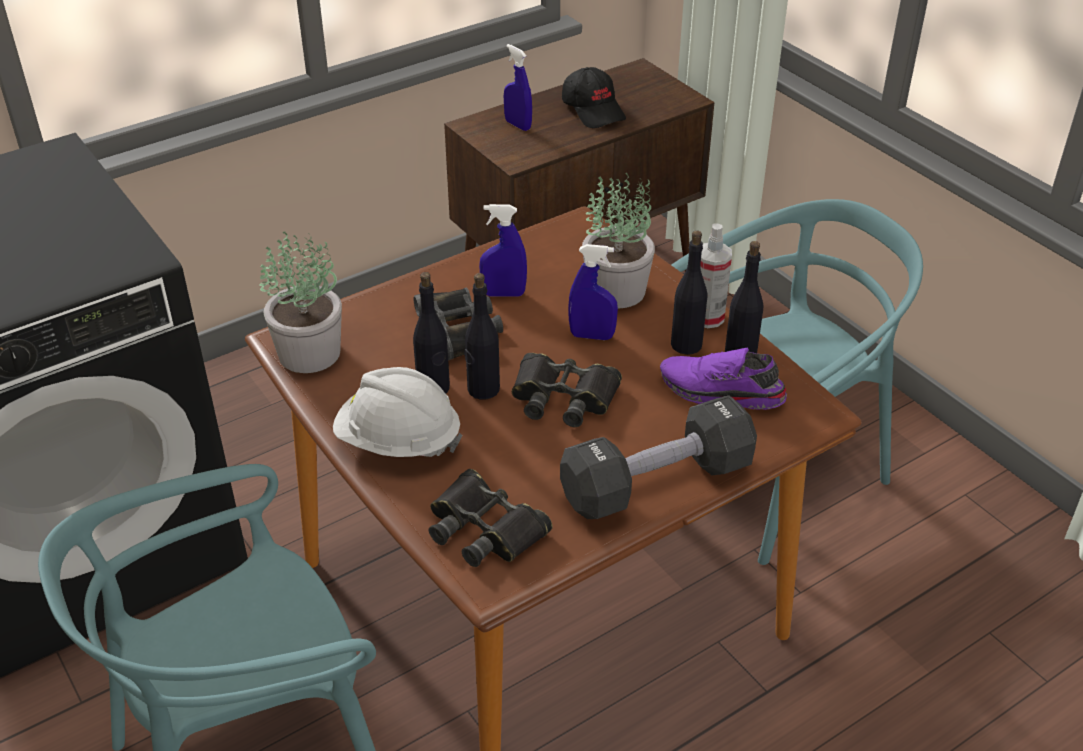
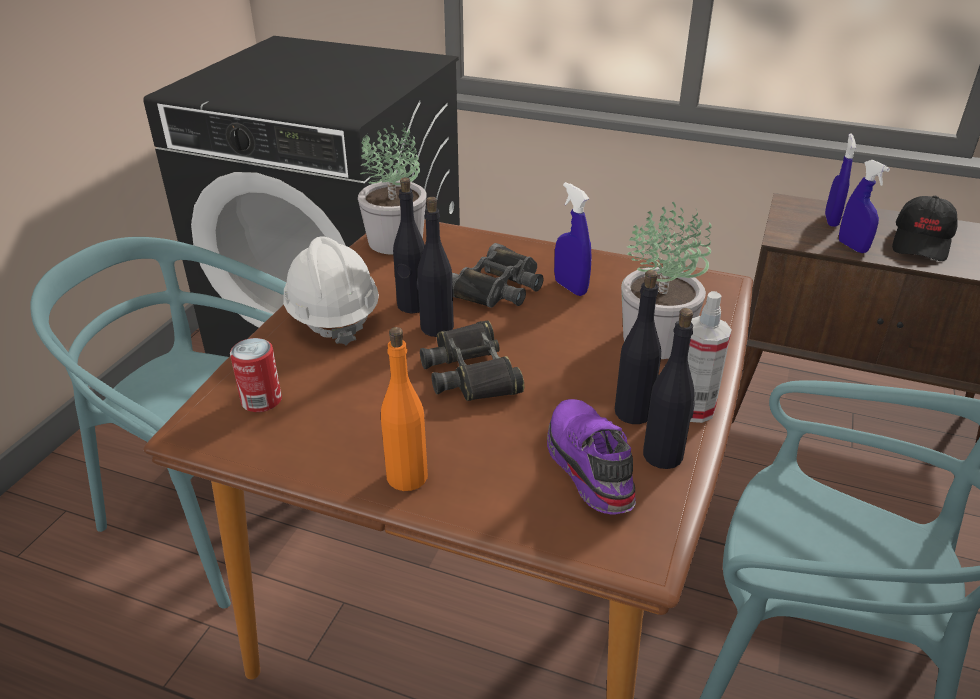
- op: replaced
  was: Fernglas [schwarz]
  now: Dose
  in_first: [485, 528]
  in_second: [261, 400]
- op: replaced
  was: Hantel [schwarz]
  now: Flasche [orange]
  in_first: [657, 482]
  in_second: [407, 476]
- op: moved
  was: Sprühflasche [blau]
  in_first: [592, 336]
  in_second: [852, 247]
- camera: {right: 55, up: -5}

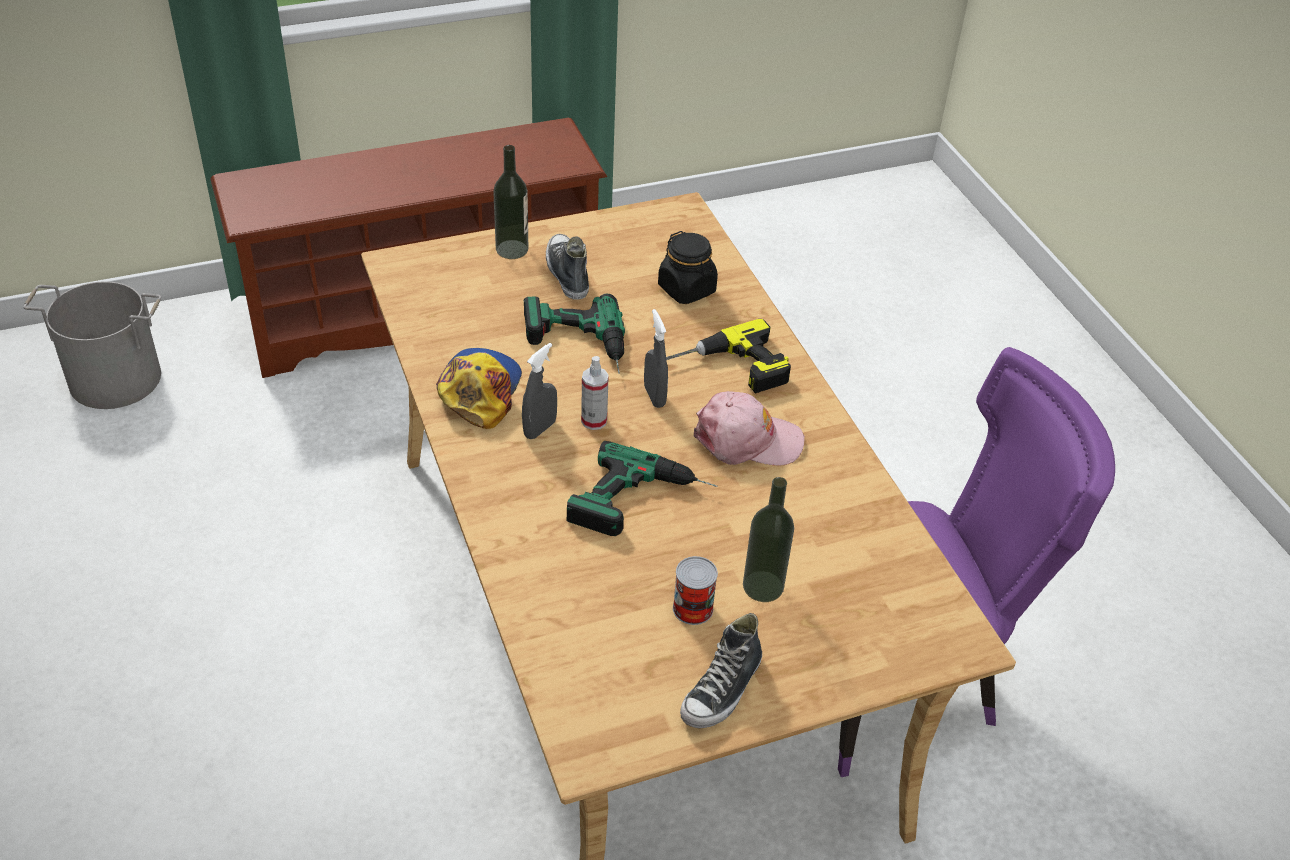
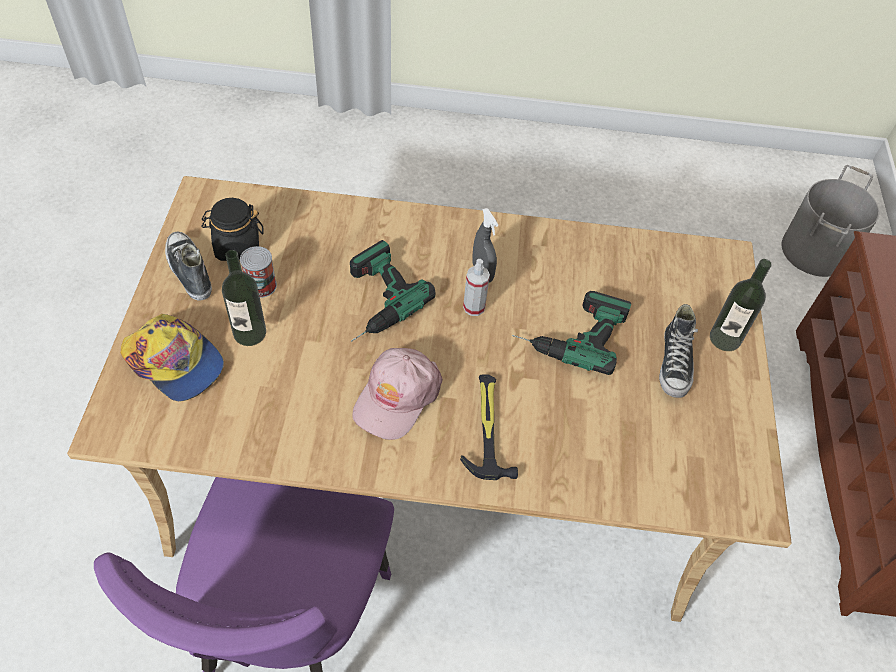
- op: moved
  was: Kappe
  in_first: [479, 390]
  in_second: [175, 362]
- op: moved
  was: Vorratsglas [schwarz]
  in_first: [687, 289]
  in_second: [237, 246]
- op: replaced
  was: Bohrmaschine
  now: Hammer
  in_first: [729, 370]
  in_second: [487, 427]
- op: turned
  was: Schuh
  in_first: [567, 273]
  in_second: [674, 364]
  clockwise: 90
- op: removed
  was: Sprühflasche [grau]
  in_first: [654, 396]
- camera: {right: 115, up: 10}

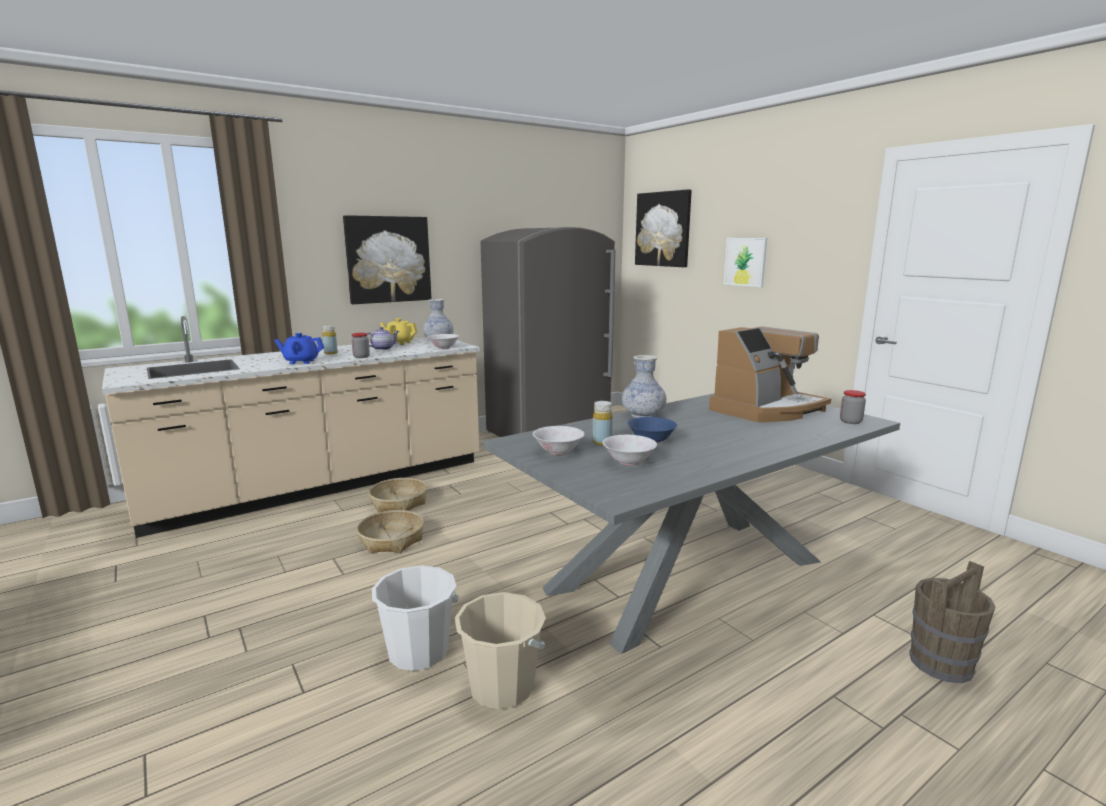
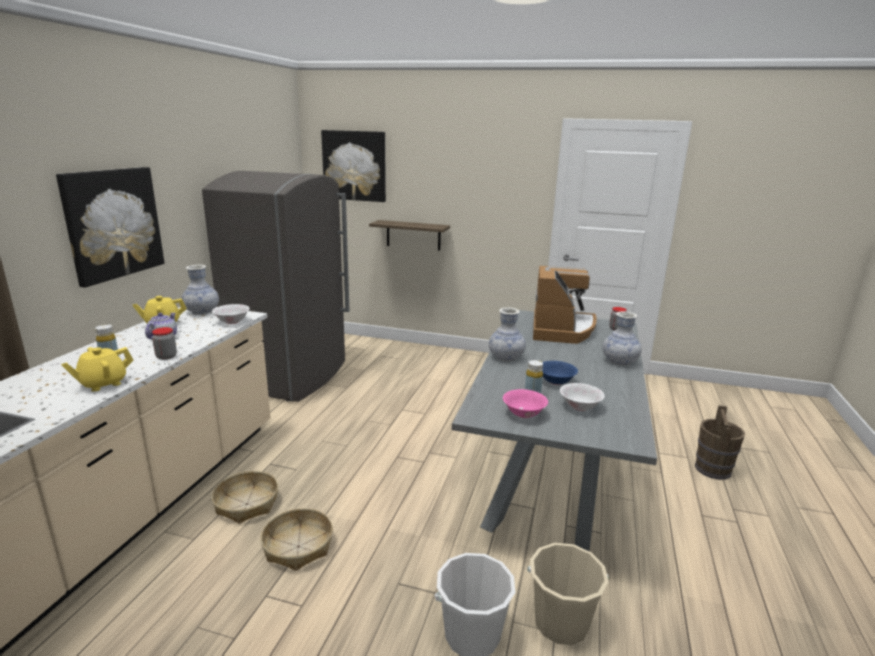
- op: recoloured
  was: Teekanne [blau]
  now: Teekanne [gelb]
  in_first: [301, 362]
  in_second: [103, 383]
- op: added
  now: Wandregal
  in_second: [413, 235]
- op: recoloured
  was: Schüssel [weiß]
  now: Schüssel [rosa]
  in_first: [558, 451]
  in_second: [524, 414]
- op: added
  now: Vase
  in_second: [619, 361]
- op: removed
  was: Bild
  in_first: [745, 261]
- camera: {right: -40, up: 5}

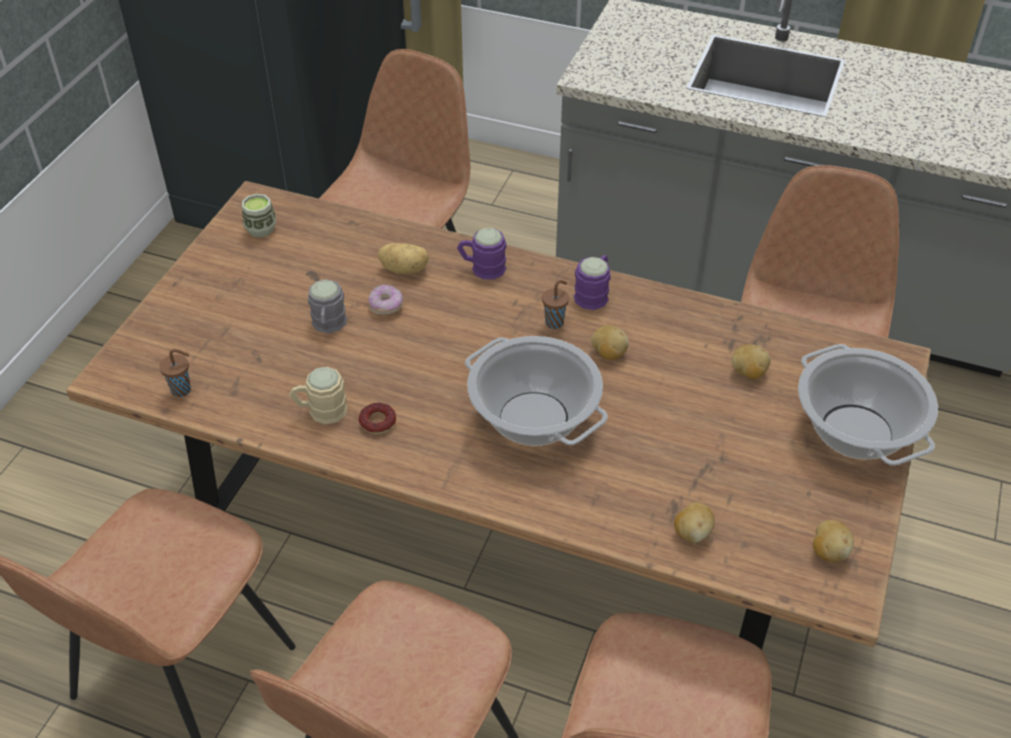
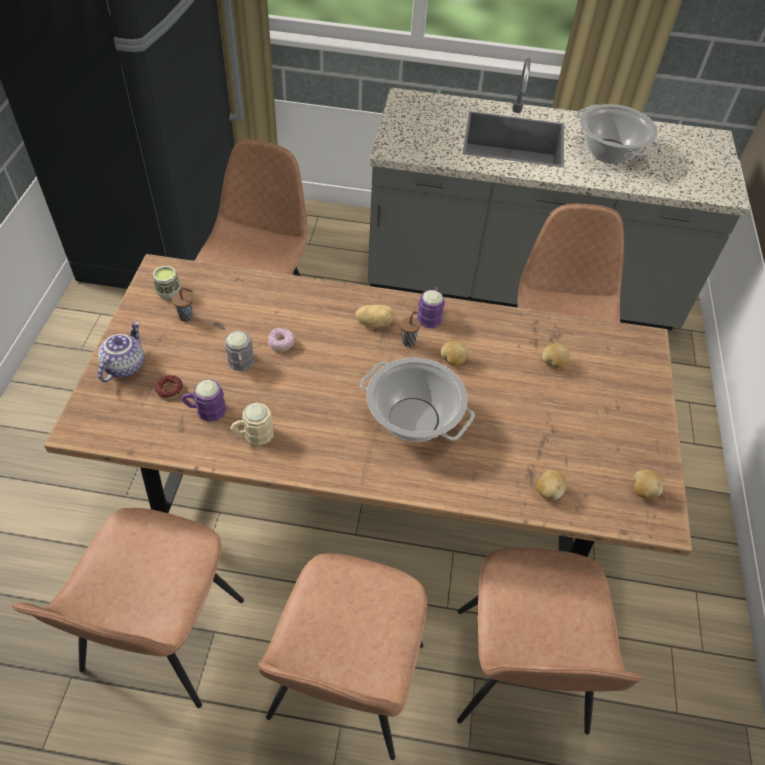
- op: added
  now: Teekanne
  in_second: [124, 366]
- op: moved
  was: Donut
  in_first: [377, 422]
  in_second: [169, 389]
- op: moved
  was: Tasse [braun]
  in_first: [182, 390]
  in_second: [187, 317]
- op: moved
  was: Henkelbecher [lila]
  in_first: [482, 268]
  in_second: [205, 410]
- op: moved
  was: Kartoffel
  in_first: [405, 269]
  in_second: [374, 323]
- op: moved
  was: Kochtopf
  in_first: [855, 431]
  in_second: [609, 151]
- camera: {right: -15, up: 5}

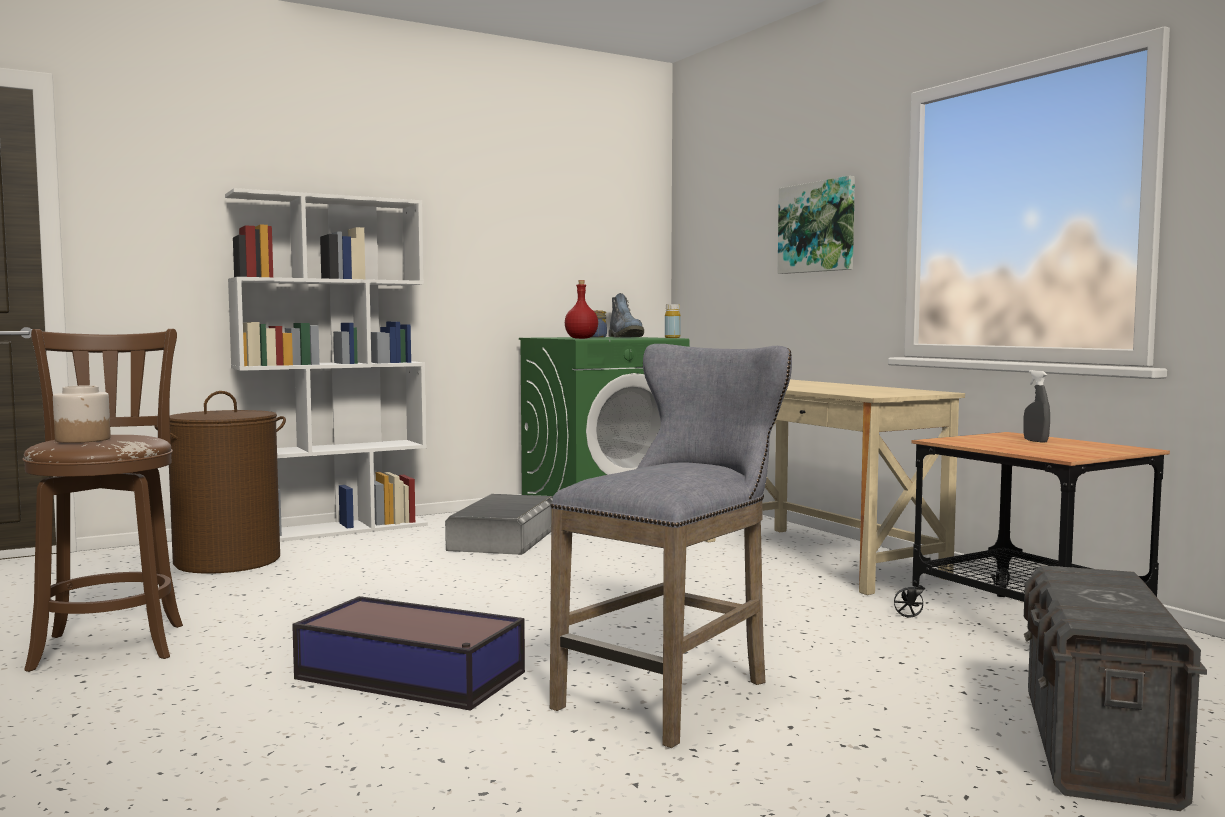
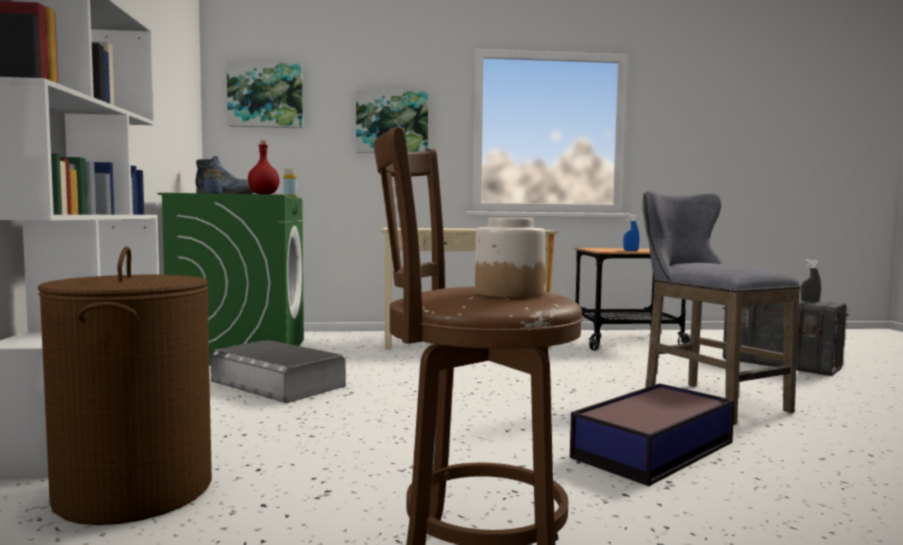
- op: added
  now: Bild
  in_second: [265, 95]
- op: added
  now: Sprühflasche [blau]
  in_second: [630, 250]
- op: moved
  was: Sprühflasche [grau]
  in_first: [1035, 441]
  in_second: [809, 301]
- camera: {right: -65, up: 0}

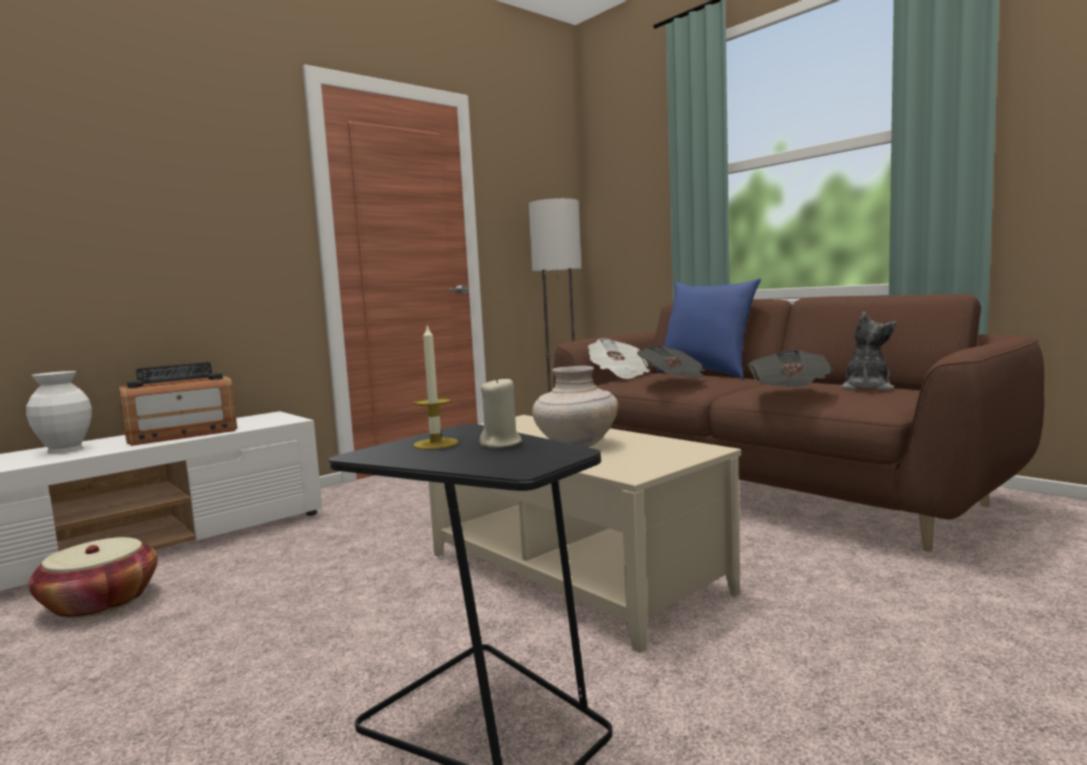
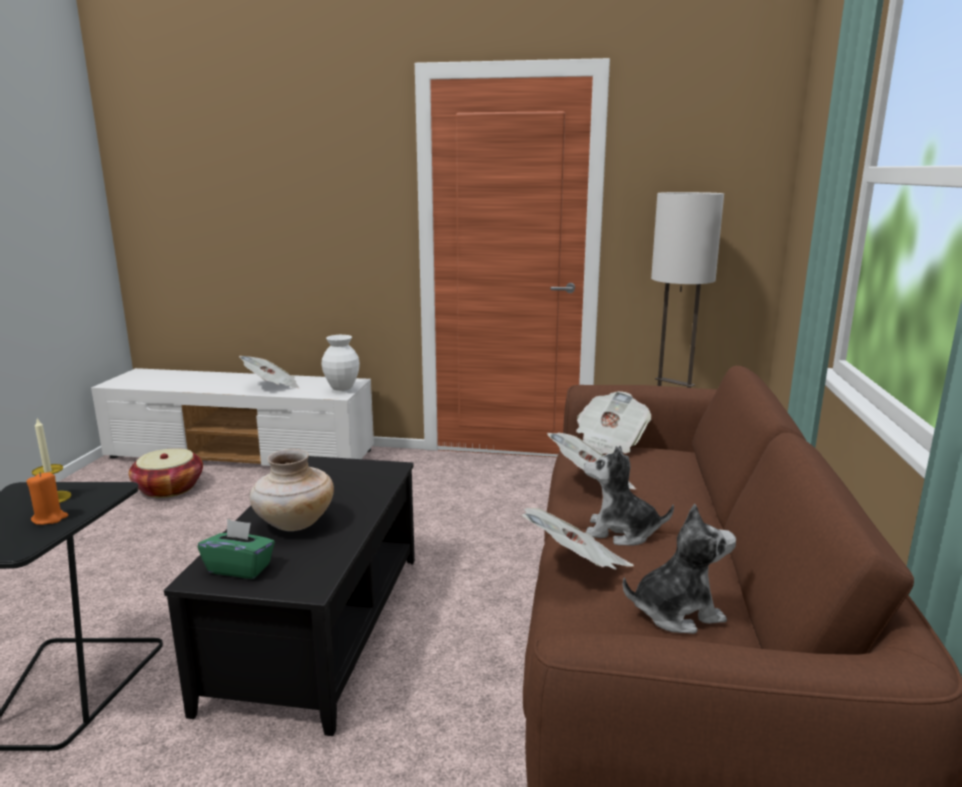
- op: recoloured
  was: Kerze [beige]
  now: Kerze [orange]
  in_first: [501, 444]
  in_second: [49, 518]
- op: recoloured
  was: Couchtisch [beige]
  now: Couchtisch [schwarz]
  in_first: [574, 571]
  in_second: [321, 627]
- op: added
  now: Taschentuchbox [grün]
  in_second: [240, 568]
- op: replaced
  was: Radio
  now: Zeitung
  in_first: [182, 434]
  in_second: [272, 386]
- op: moved
  was: Vase [weiß]
  in_first: [64, 449]
  in_second: [342, 390]
- op: added
  now: Plüschtier
  in_second: [621, 532]
- op: removed
  was: Kissen [blau]
  in_first: [707, 373]
- camera: {right: 50, up: 10}

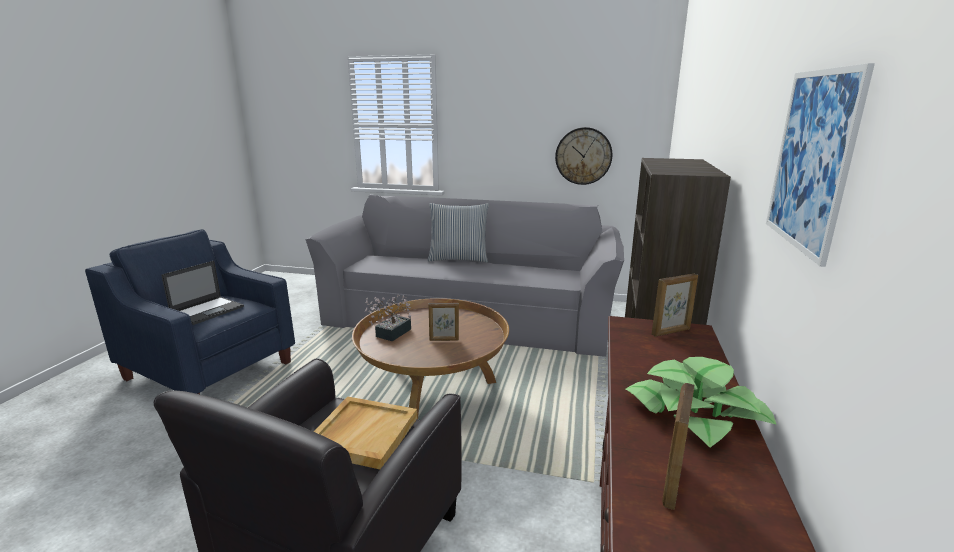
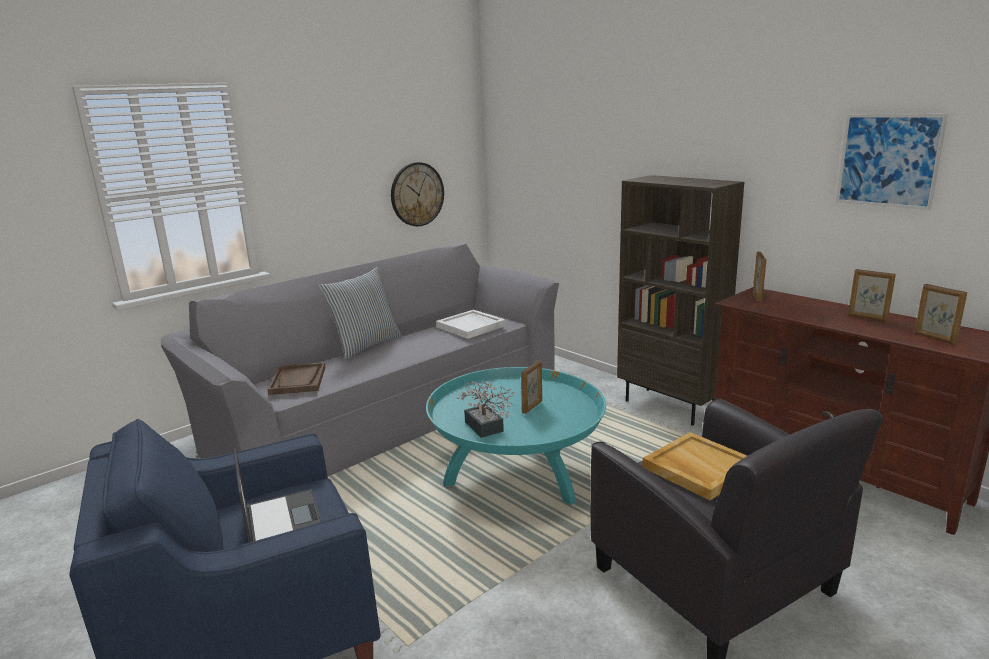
- op: added
  now: Tablett [braun]
  in_second: [298, 380]
- op: recoloured
  was: Couchtisch [braun]
  now: Couchtisch [türkis]
  in_first: [433, 391]
  in_second: [517, 474]
- op: added
  now: Tablett [weiß]
  in_second: [471, 326]
- op: replaced
  was: Topfpflanze
  now: Bilderrahmen
  in_first: [695, 414]
  in_second: [867, 318]
- camera: {right: -55, up: 0}

